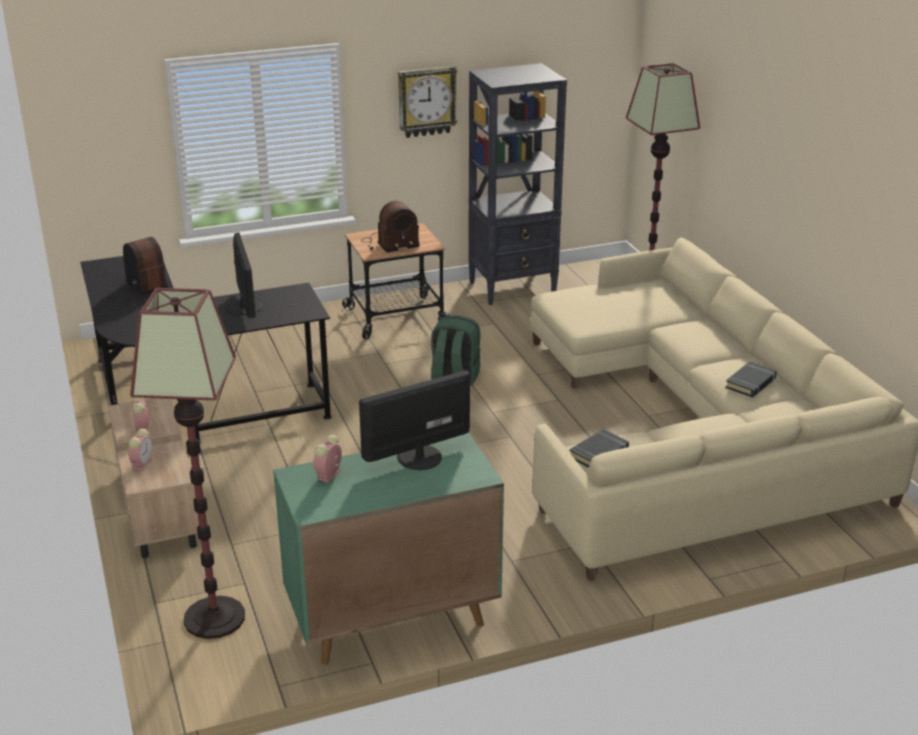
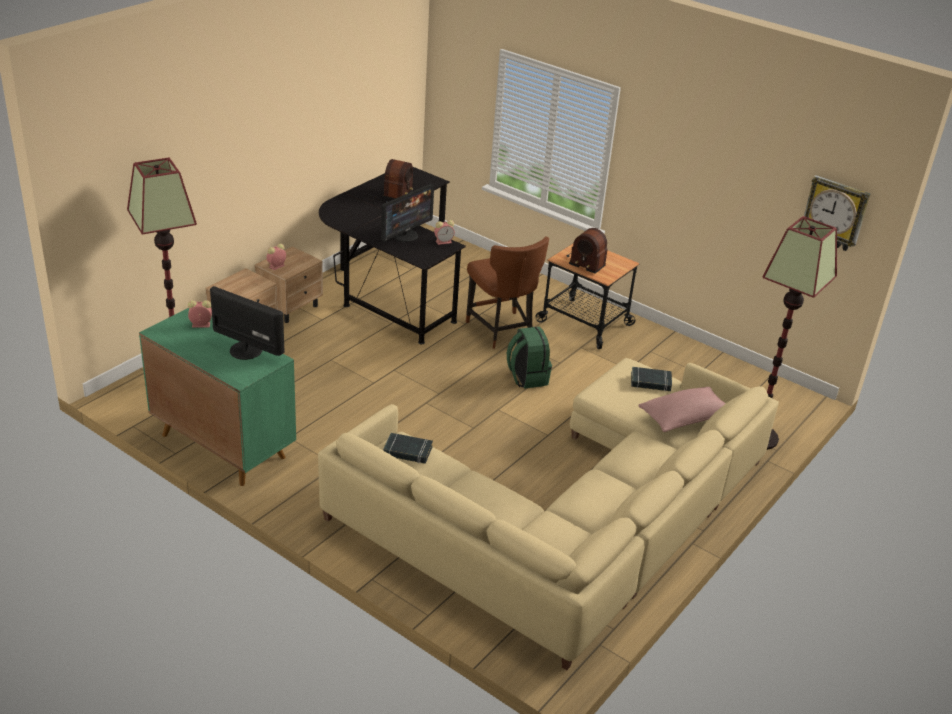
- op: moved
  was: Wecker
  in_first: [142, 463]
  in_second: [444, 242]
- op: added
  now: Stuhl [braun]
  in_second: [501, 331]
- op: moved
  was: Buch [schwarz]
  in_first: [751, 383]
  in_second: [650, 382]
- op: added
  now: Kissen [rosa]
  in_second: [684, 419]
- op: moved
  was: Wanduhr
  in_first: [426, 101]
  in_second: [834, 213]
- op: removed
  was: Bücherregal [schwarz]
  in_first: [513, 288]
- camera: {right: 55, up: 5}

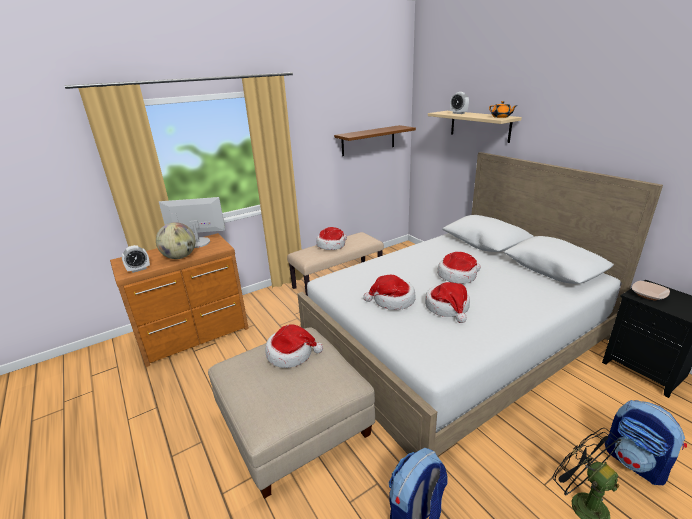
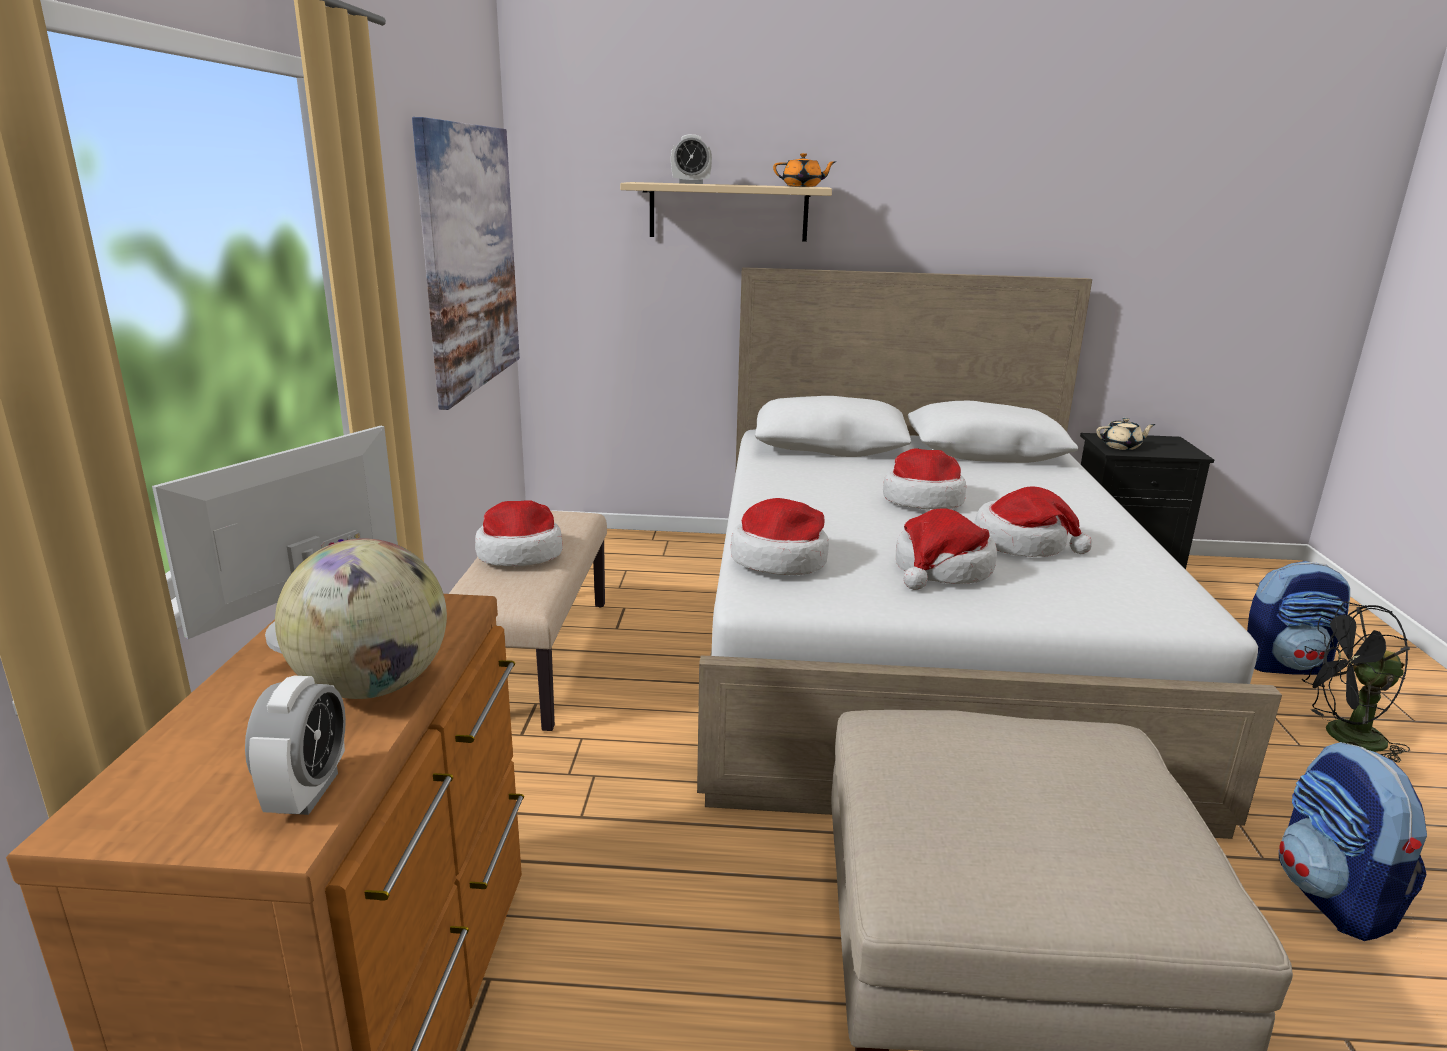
- op: replaced
  was: Wandregal [braun]
  now: Bild
  in_first: [368, 140]
  in_second: [470, 258]
- op: moved
  was: Hut
  in_first: [291, 354]
  in_second: [780, 560]
- op: replaced
  was: Schüssel
  now: Teekanne [beige]
  in_first: [648, 295]
  in_second: [1121, 446]
- camera: {right: -55, up: -5}

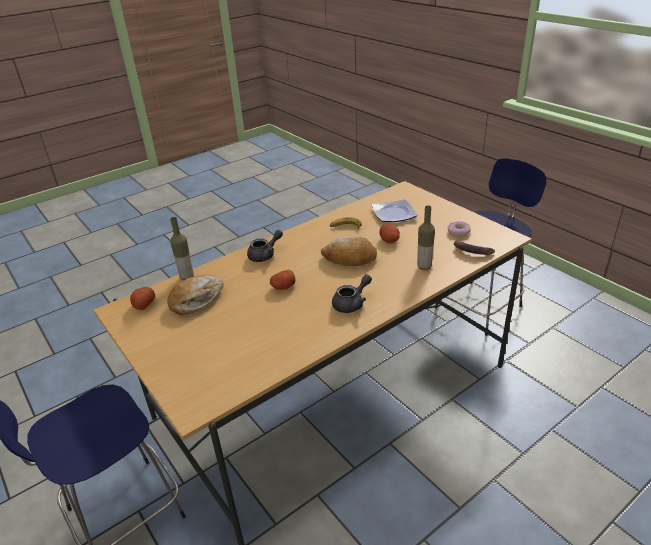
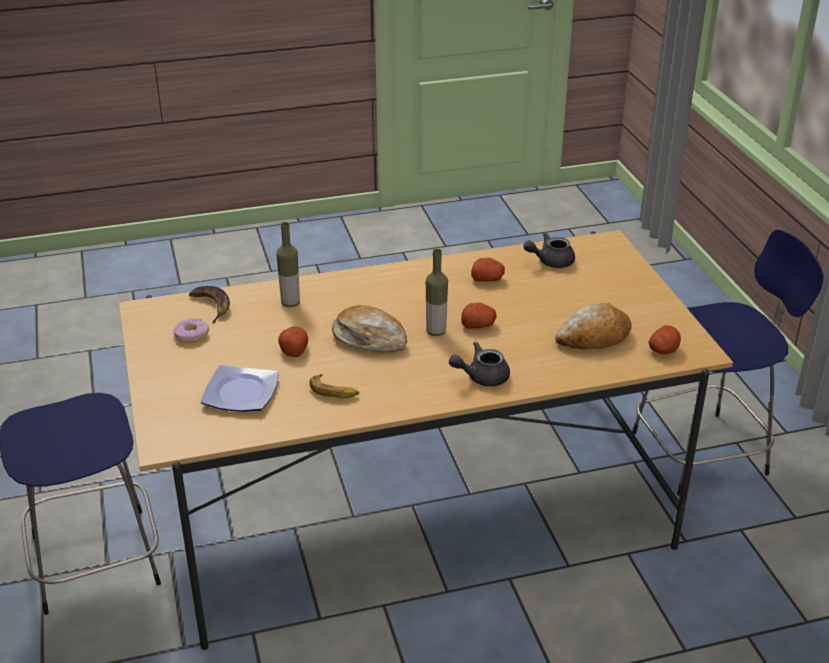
- op: moved
  was: Flasche
  in_first: [187, 277]
  in_second: [436, 331]
- op: added
  now: Kartoffel
  in_second: [487, 279]
- op: moved
  was: Teekanne [grau]
  in_first: [352, 303]
  in_second: [550, 261]
- camera: {right: -160, up: 0}

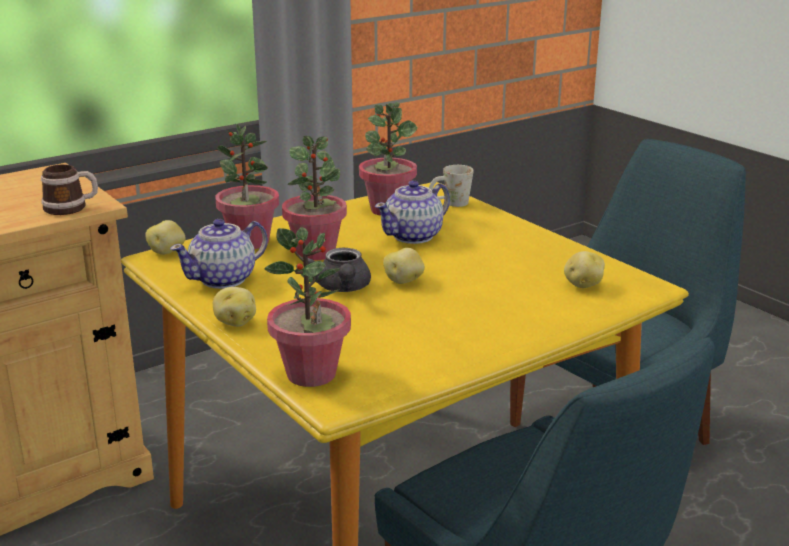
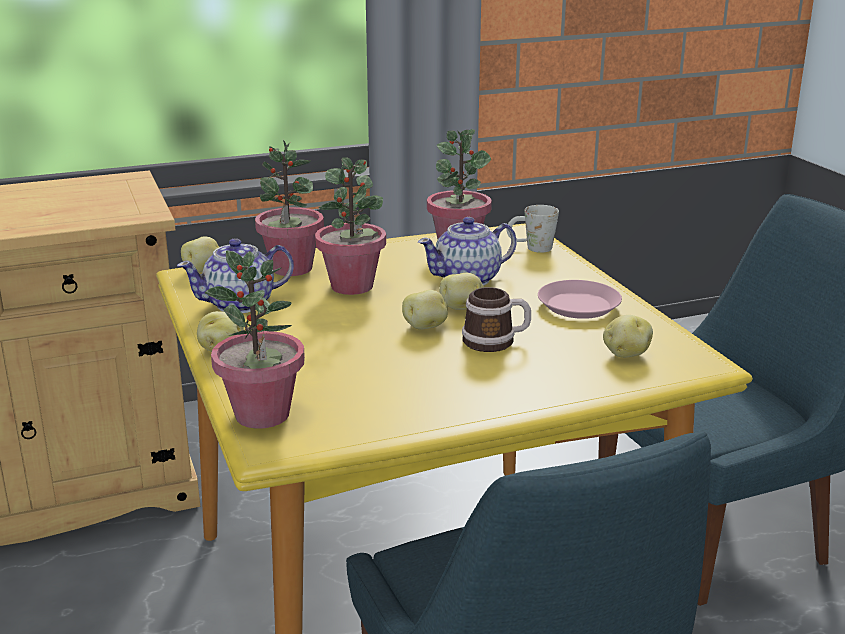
- op: added
  now: Kartoffel
  in_second: [462, 308]
- op: moved
  was: Henkelbecher
  in_first: [71, 207]
  in_second: [496, 341]
- op: added
  now: Teller [rosa]
  in_second: [579, 306]
- op: removed
  was: Teekanne [grau]
  in_first: [342, 288]
- camera: {right: 15, up: 0}

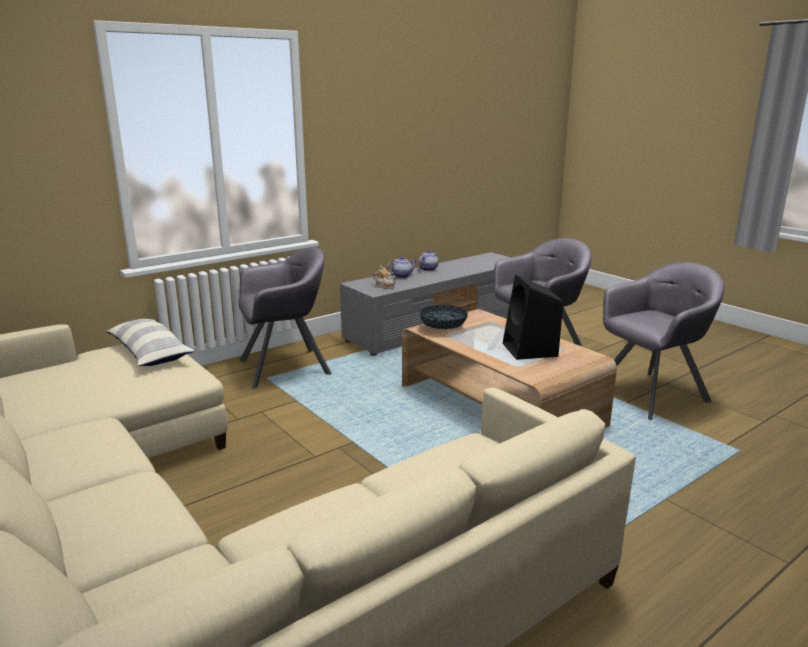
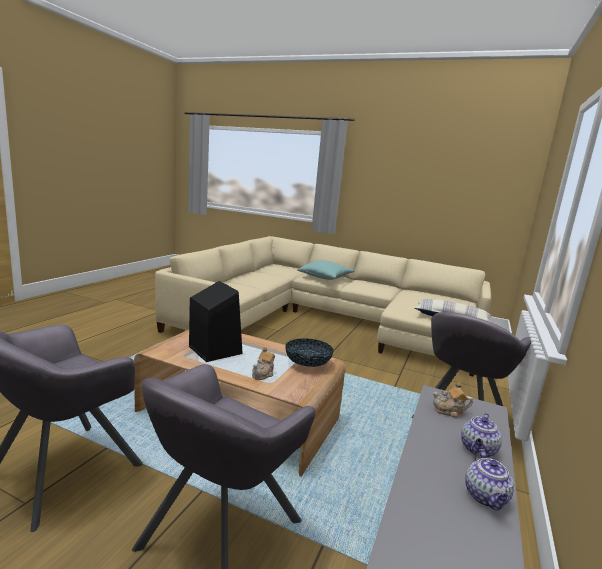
- op: added
  now: Teekanne
  in_second: [263, 374]
- op: added
  now: Kissen [türkis]
  in_second: [325, 277]
- camera: {right: 150, up: -5}

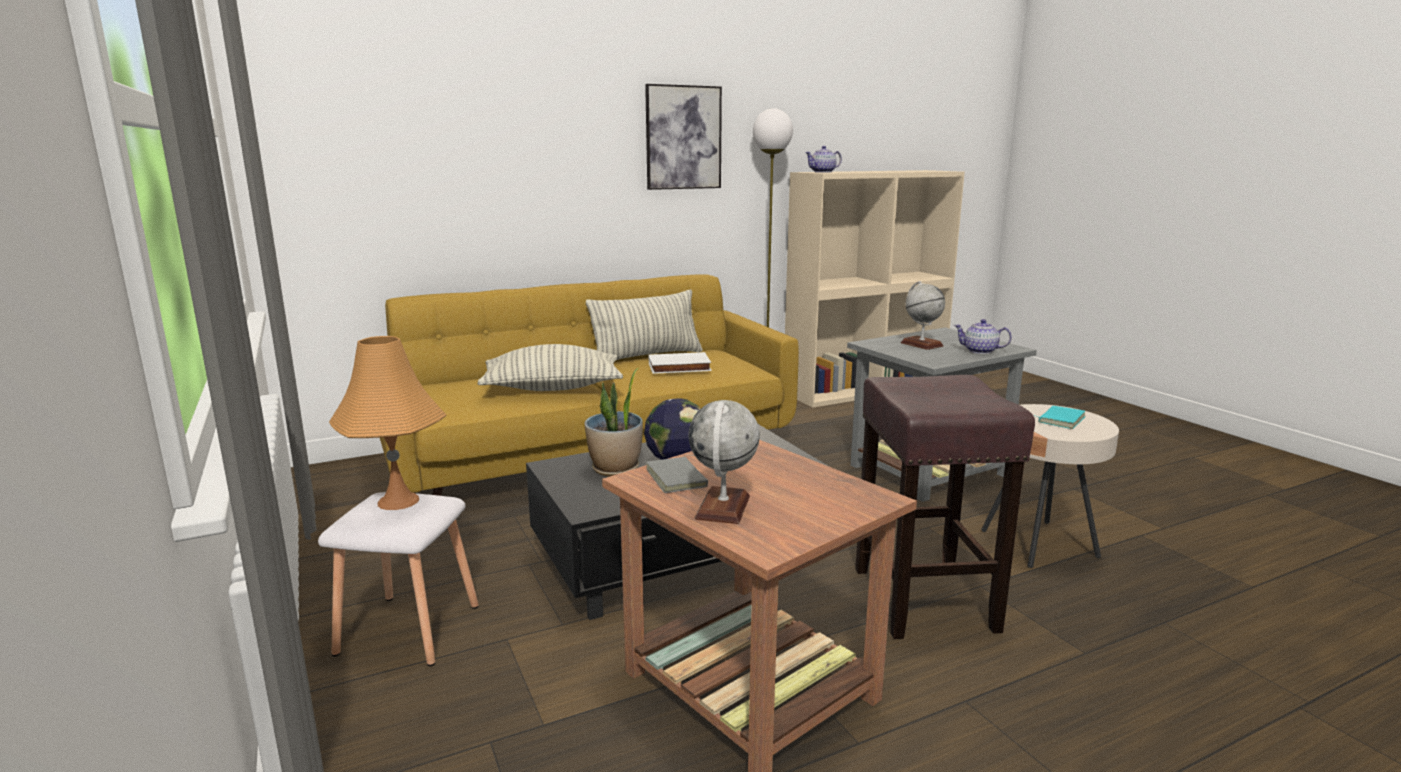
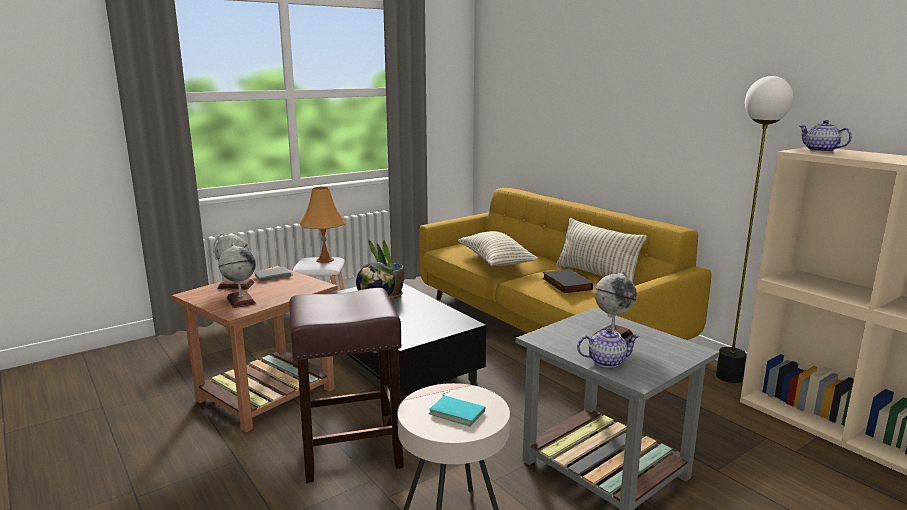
- op: added
  now: Globus
  in_second: [241, 300]
- op: recoloured
  was: Buch [weiß]
  now: Buch [schwarz]
  in_first: [679, 368]
  in_second: [565, 284]
- op: turned
  was: Teekanne
  in_first: [980, 351]
  in_second: [606, 361]
  clockwise: 75
- op: removed
  was: Bild
  in_first: [683, 137]
- camera: {right: 80, up: 0}

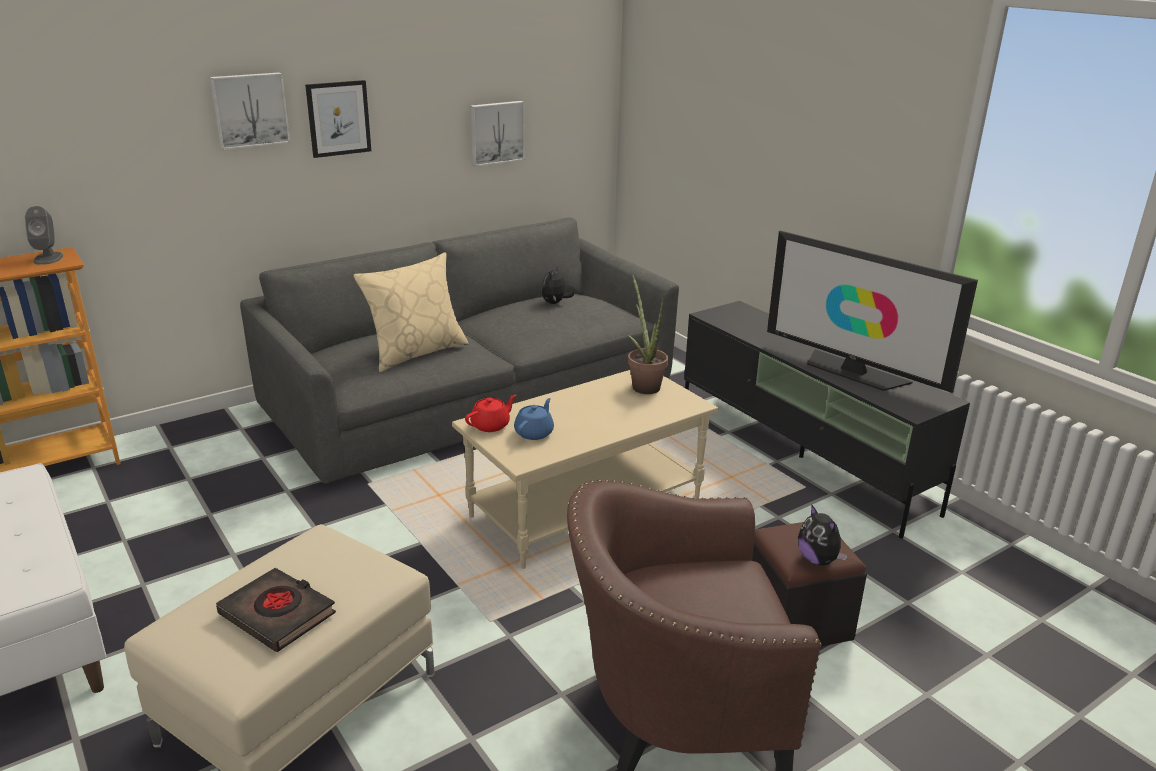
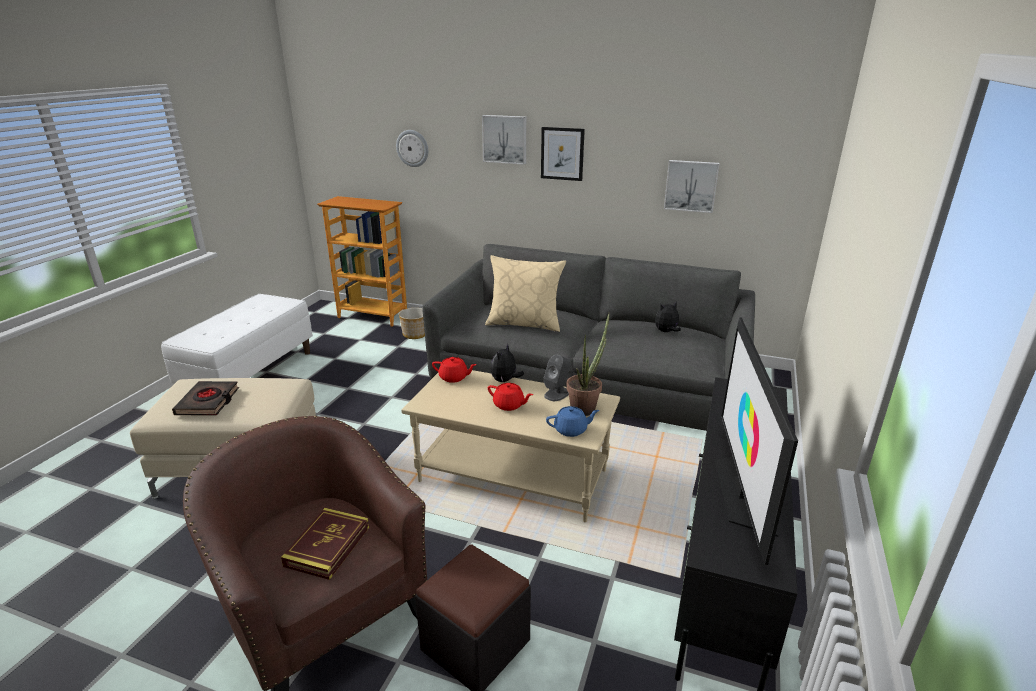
- op: added
  now: Buch
  in_second: [327, 546]
- op: added
  now: Wanduhr
  in_second: [412, 148]
- op: added
  now: Pflanzkübel
  in_second: [415, 334]
- op: added
  now: Teekanne [rot]
  in_second: [509, 405]
- op: moved
  was: Plüschtier
  in_first: [818, 560]
  in_second: [505, 381]
- op: moved
  was: Lautsprecher [grau]
  in_first: [48, 258]
  in_second: [557, 394]
- op: moved
  was: Teekanne [blau]
  in_first: [534, 433]
  in_second: [571, 430]
- camera: {right: 55, up: 0}

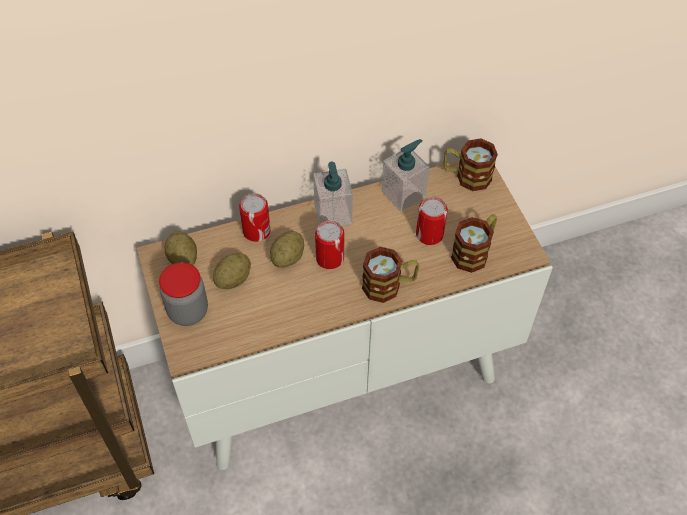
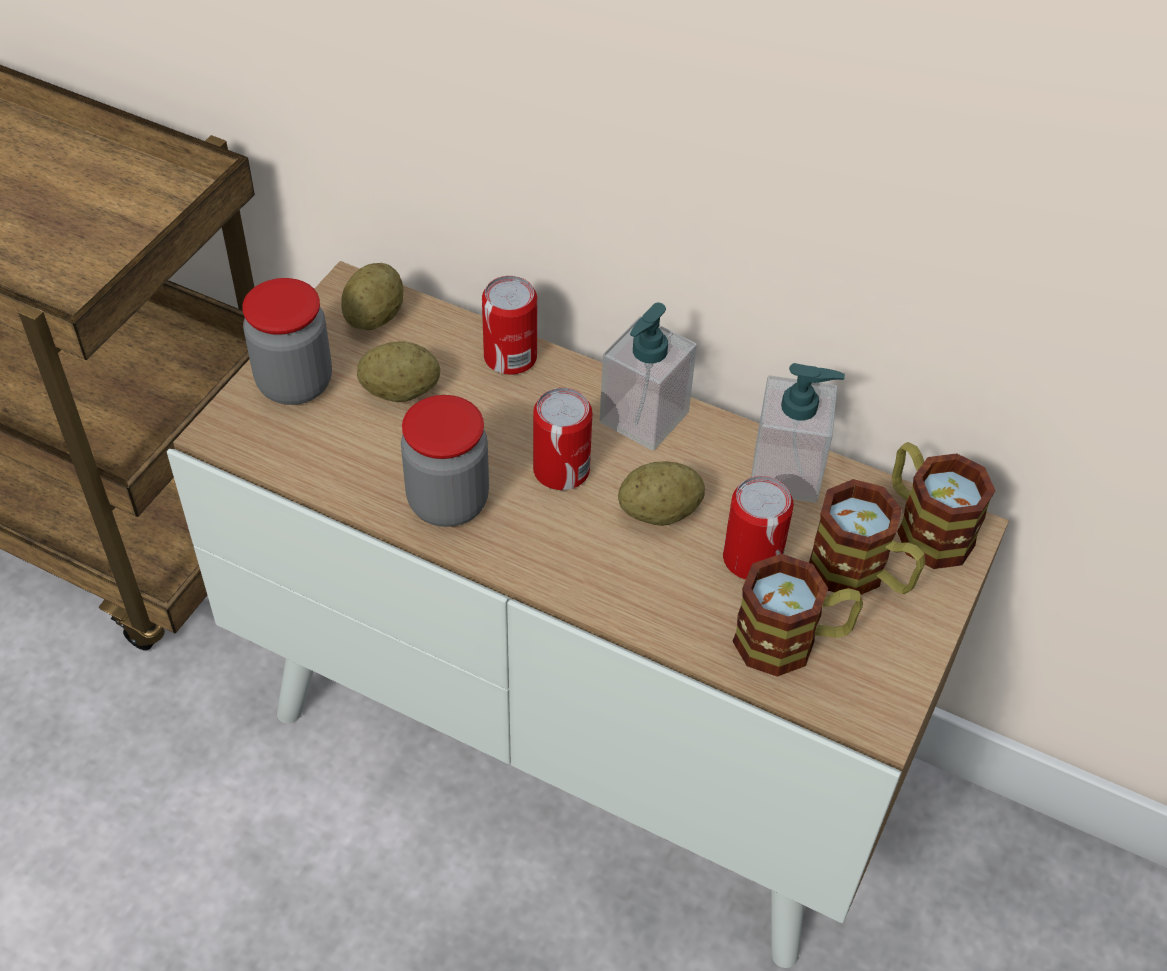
- op: added
  now: Vorratsglas
  in_second: [448, 502]
- op: moved
  was: Kartoffel
  in_first: [288, 258]
  in_second: [659, 512]
- op: moved
  was: Henkelbecher
  in_first: [389, 285]
  in_second: [861, 575]
- camera: {right: 45, up: -5}

